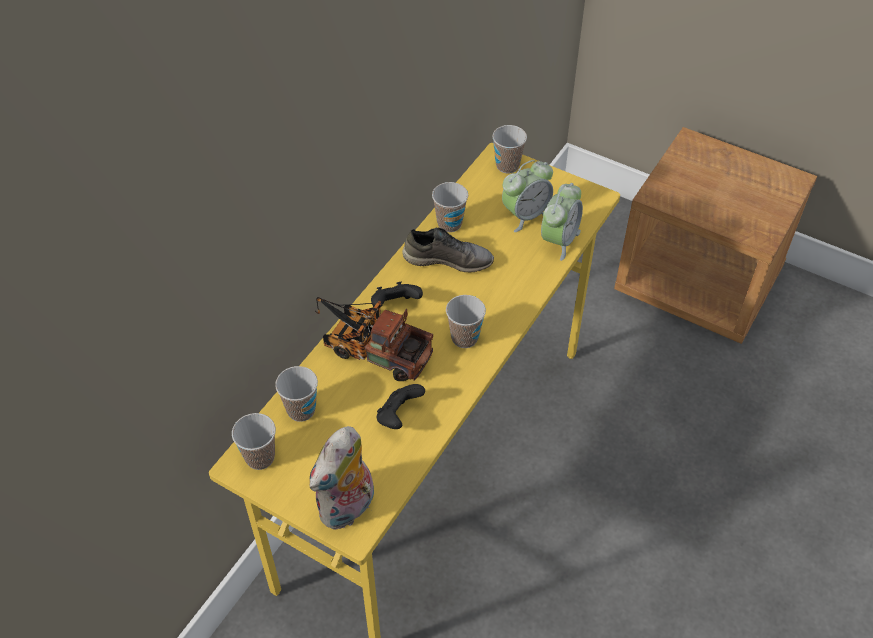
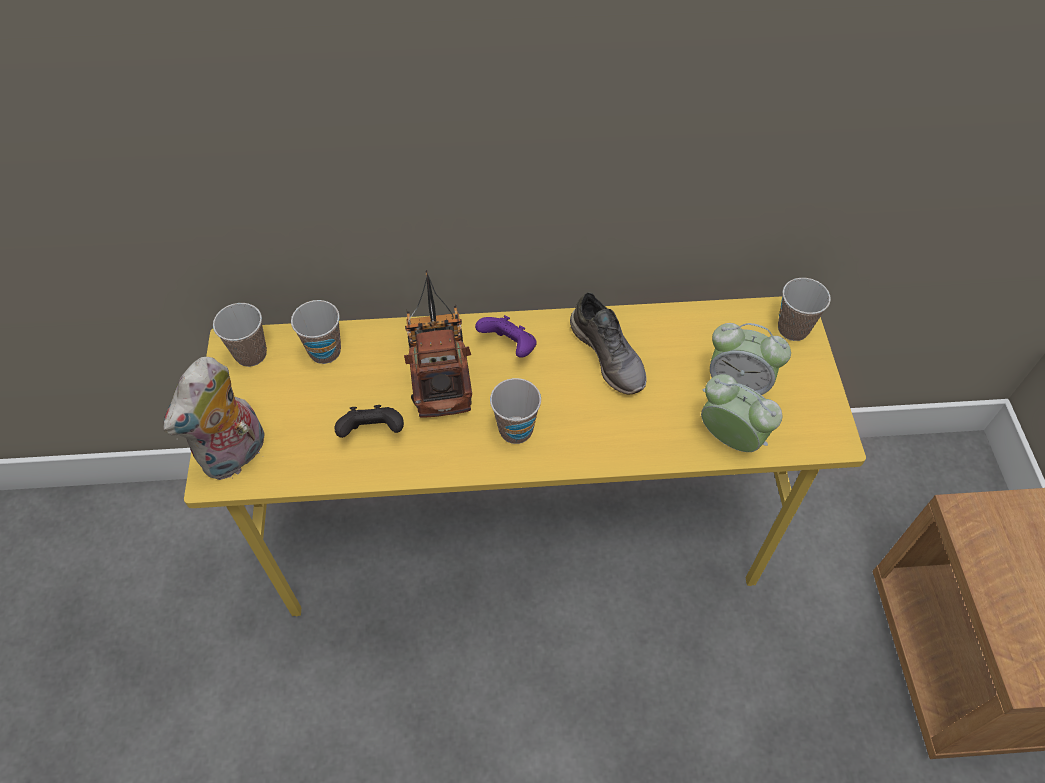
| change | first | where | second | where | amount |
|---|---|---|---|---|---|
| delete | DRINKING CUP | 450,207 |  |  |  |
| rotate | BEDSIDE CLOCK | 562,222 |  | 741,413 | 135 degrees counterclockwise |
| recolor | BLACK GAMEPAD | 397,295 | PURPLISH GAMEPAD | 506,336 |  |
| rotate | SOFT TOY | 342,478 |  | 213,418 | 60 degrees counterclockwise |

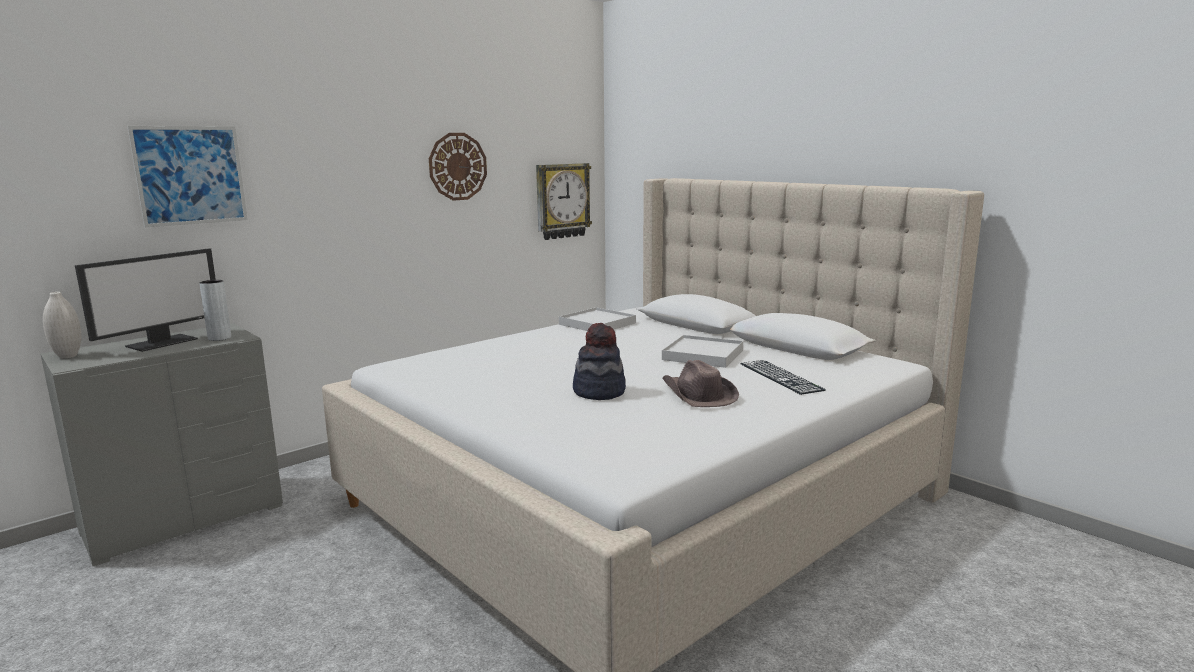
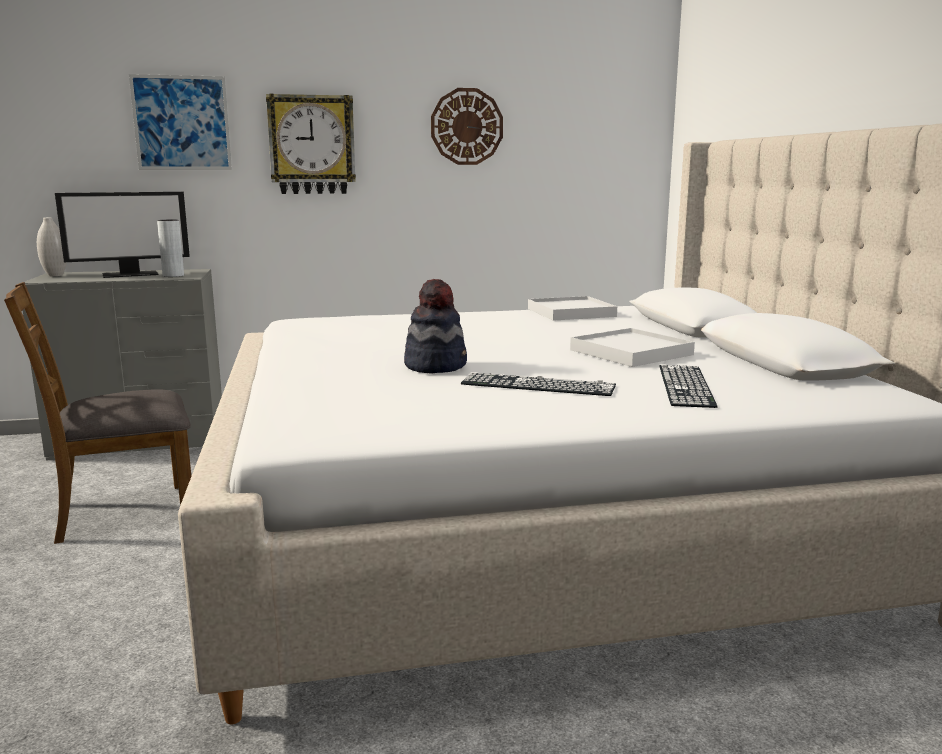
| change | first | where | second | where | amount |
|---|---|---|---|---|---|
| move | WALL CLOCK | 564,201 |  | 311,143 |  |
| replace | BROWN-COLOURED HAT | 700,383 | PC KEYBOARD | 538,384 |  |
| insert |  |  | BROWN-COLOURED PLAIN CHAIR | 97,413 |  |

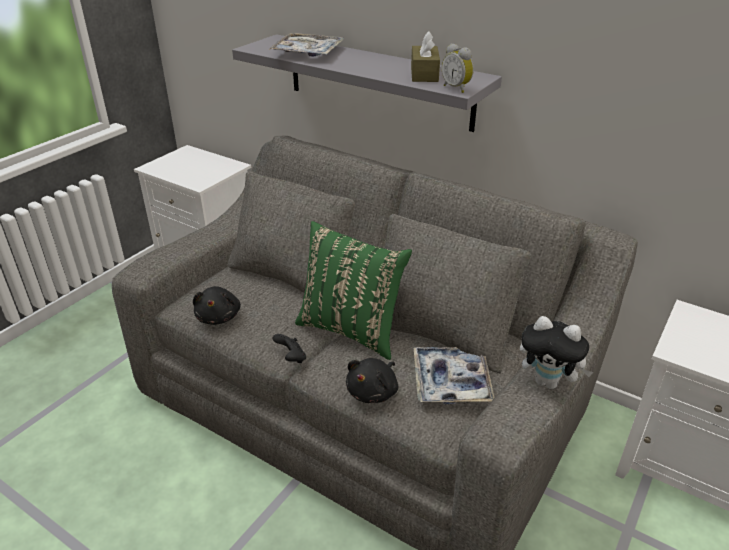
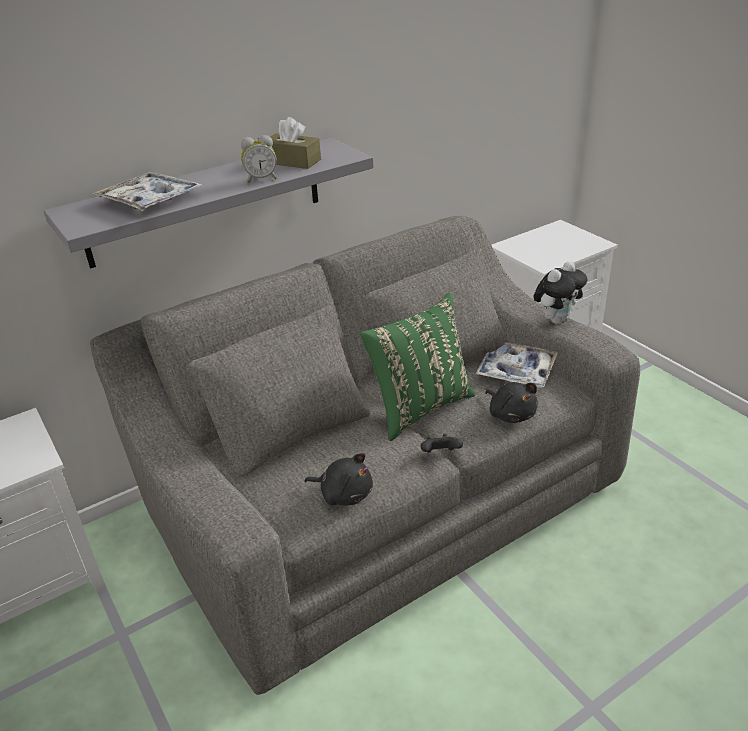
| change | first | where | second | where | amount |
|---|---|---|---|---|---|
| move | BEDSIDE CLOCK | 457,68 |  | 259,159 |  |

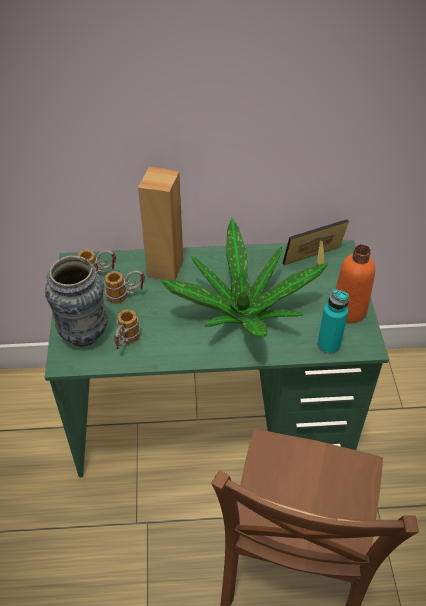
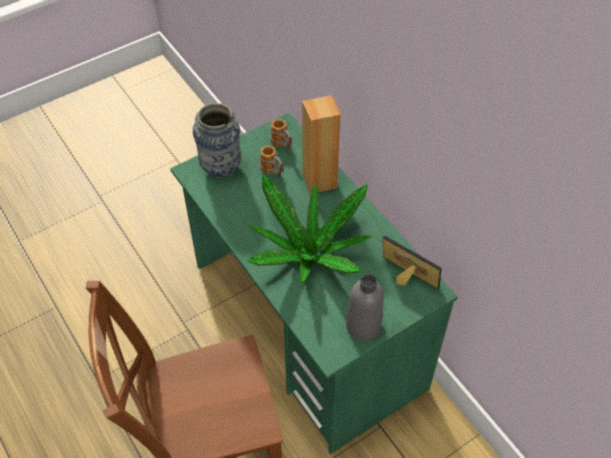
| change | first | where | second | where | amount |
|---|---|---|---|---|---|
| recolor | ORANGE-COLOURED DRINK BOTTLE | 355,283 | GRAY DRINK BOTTLE | 365,307 |  |
| delete | TURQUOISE DRINK BOTTLE | 333,321 |  |  |  |
| delete | MUG | 127,329 |  |  |  |

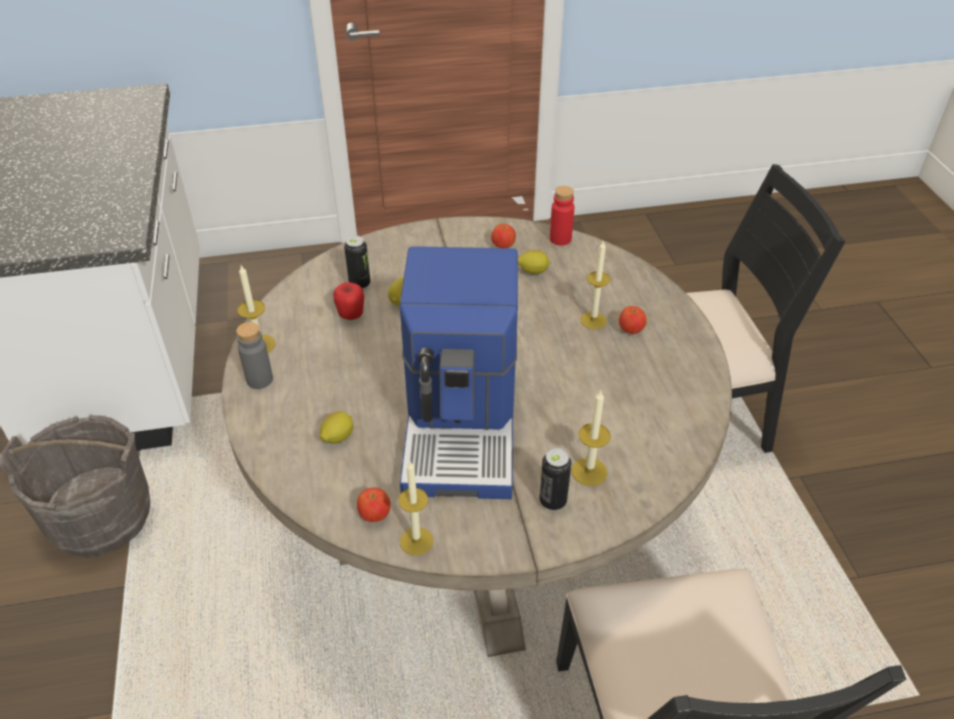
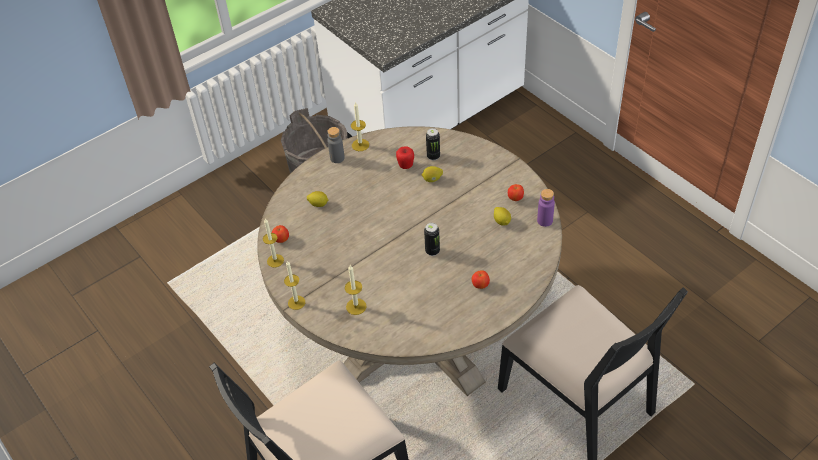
| change | first | where | second | where | amount |
|---|---|---|---|---|---|
| recolor | RED DRINK BOTTLE | 562,215 | PURPLISH DRINK BOTTLE | 546,208 |  |
| move | WAX LIGHT | 595,284 |  | 294,285 |  |
| delete | COFFEE MACHINE | 459,372 |  |  |  |
| move | METAL CAN | 555,479 |  | 432,239 |  |

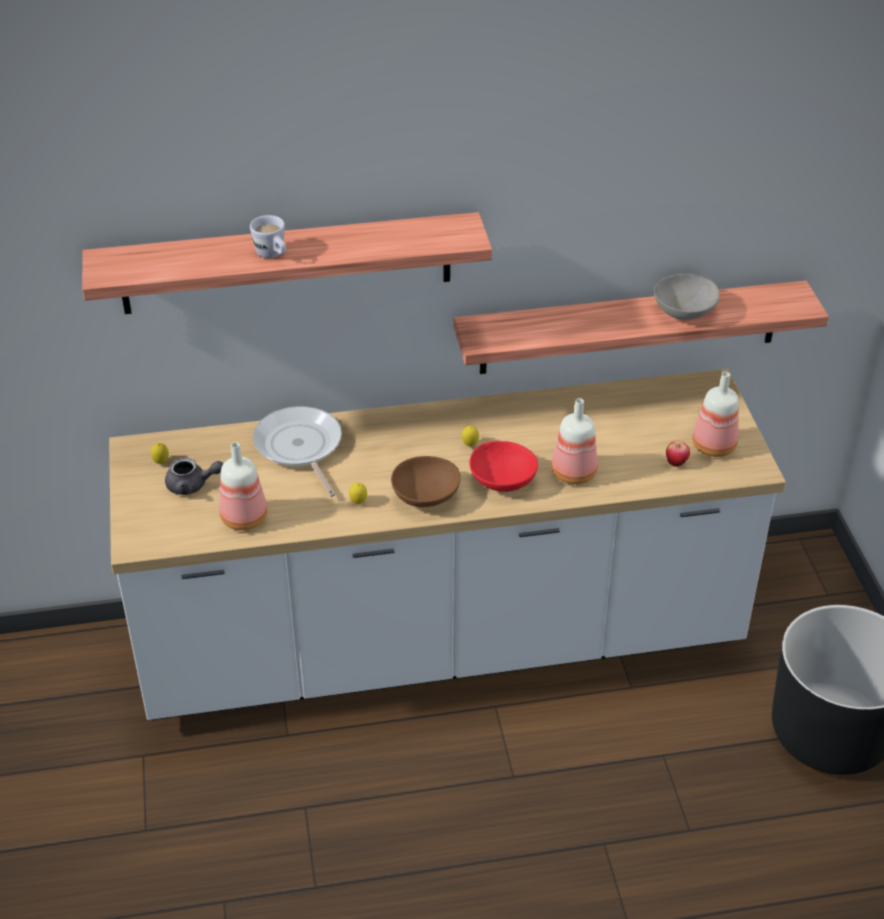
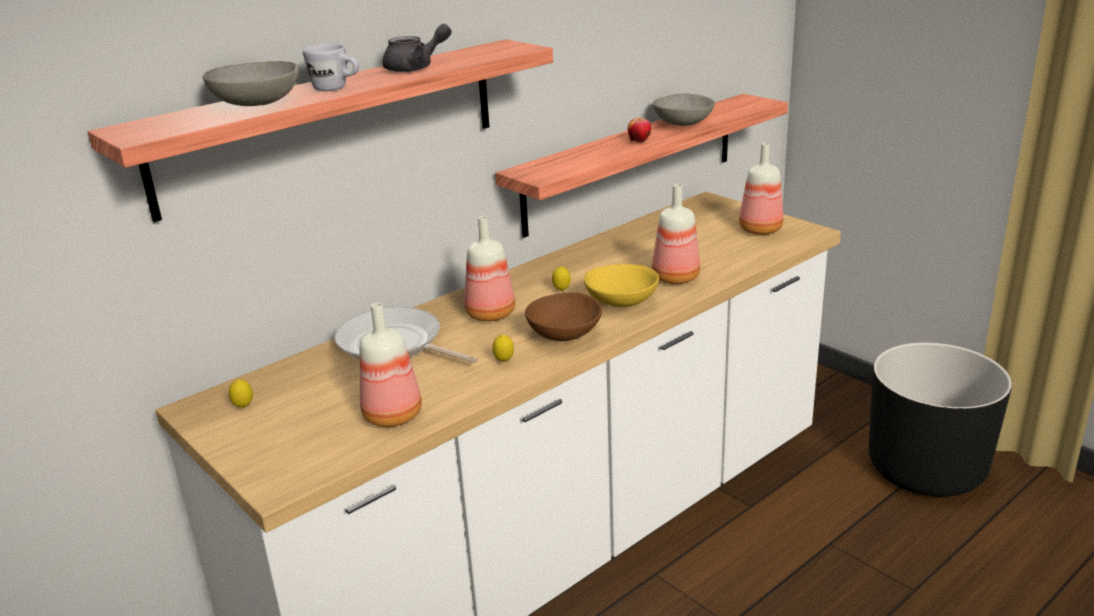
| change | first | where | second | where | amount |
|---|---|---|---|---|---|
| recolor | RED SERVING BOWL | 503,466 | YELLOWISH SERVING BOWL | 621,285 |  |
| move | APPLE FRUIT | 678,454 |  | 639,130 |  |
| move | GRAY POT FOR TEA | 194,476 |  | 417,48 |  |
| insert |  |  | GRAY SERVING BOWL | 251,83 |  |
| insert |  |  | DRINK BOTTLE | 489,268 |  |

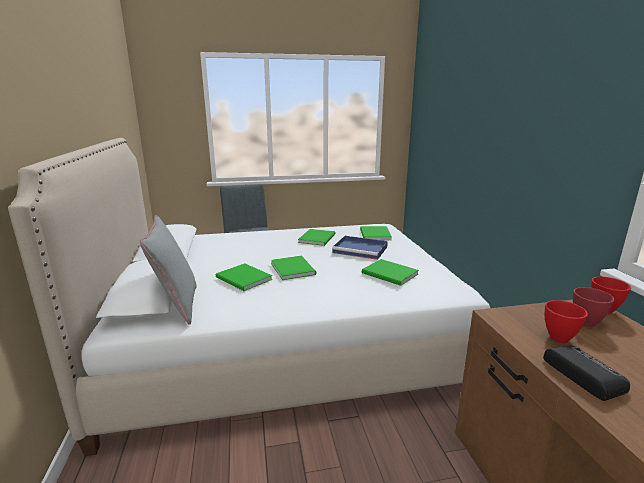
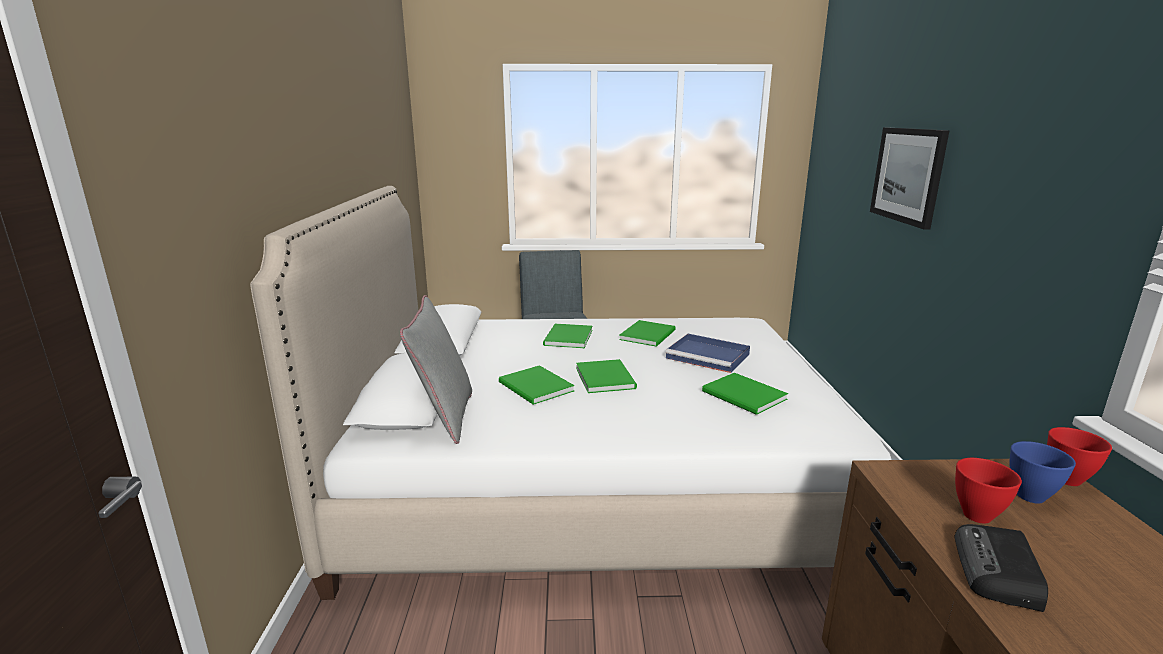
| change | first | where | second | where | amount |
|---|---|---|---|---|---|
| move | GREEN BOUND BOOK | 376,233 |  | 568,336 |  |
| recolor | RED SERVING BOWL | 594,307 | BLUE-COLOURED SERVING BOWL | 1043,472 |  |
| rotate | RADIO SET | 586,373 |  | 1001,568 | 150 degrees counterclockwise |
| insert |  |  | WALL PICTURE | 910,179 |  |

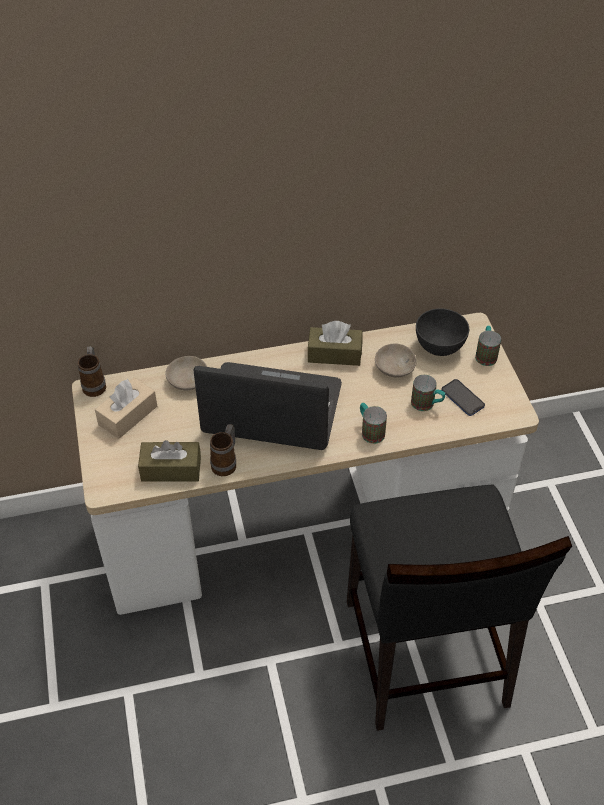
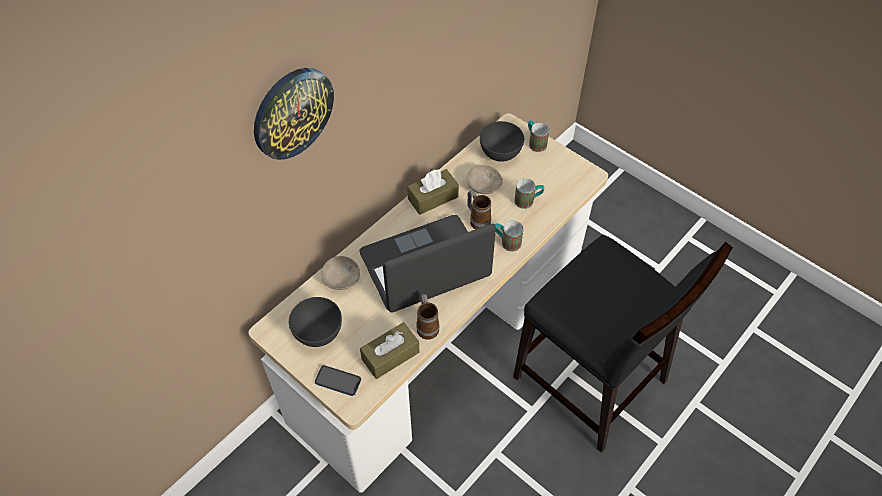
| change | first | where | second | where | amount |
|---|---|---|---|---|---|
| move | MUG | 92,371 |  | 479,209 |  |
| replace | BEIGE-COLOURED TISSUE BOX | 126,408 | GRAY SERVING BOWL | 315,322 |  |
| move | HANDSET | 463,397 |  | 338,380 |  |
| insert |  |  | WALL CLOCK | 294,114 |  |

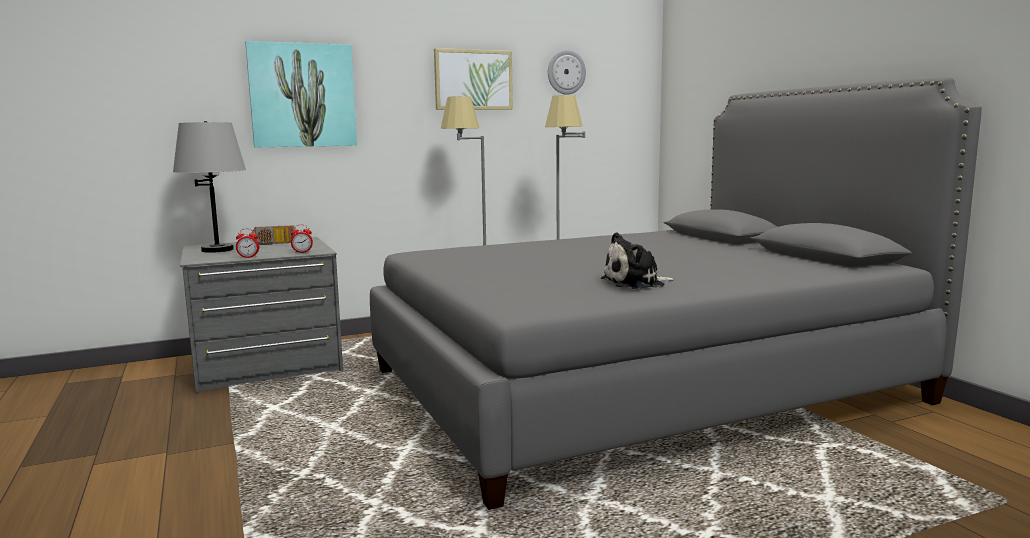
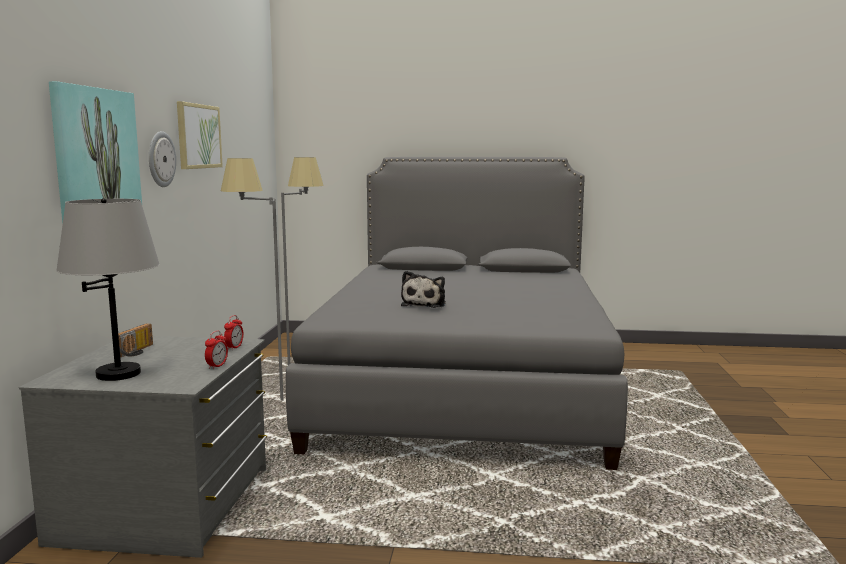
| change | first | where | second | where | amount |
|---|---|---|---|---|---|
| move | WALL CLOCK | 567,72 |  | 162,159 |  |
| move | SOFT TOY | 638,260 |  | 423,289 |  |

